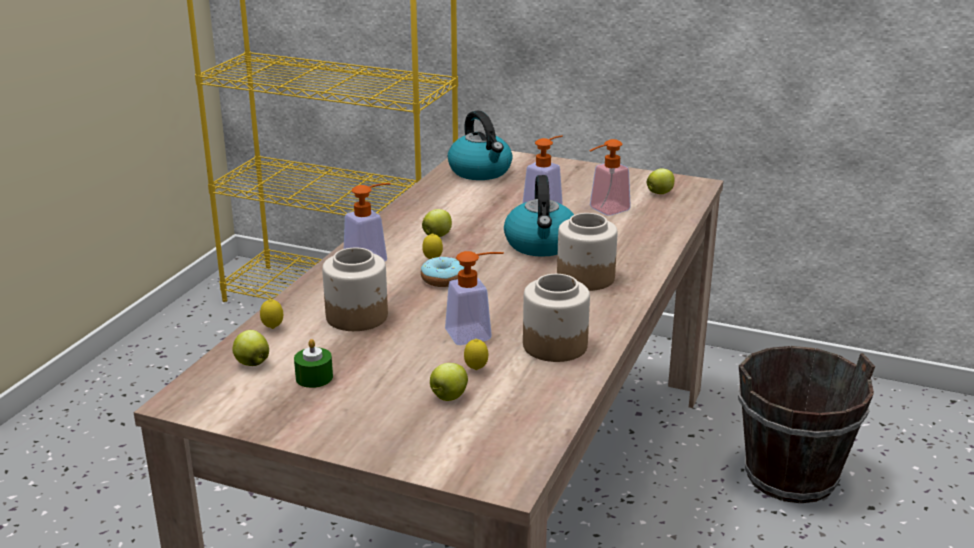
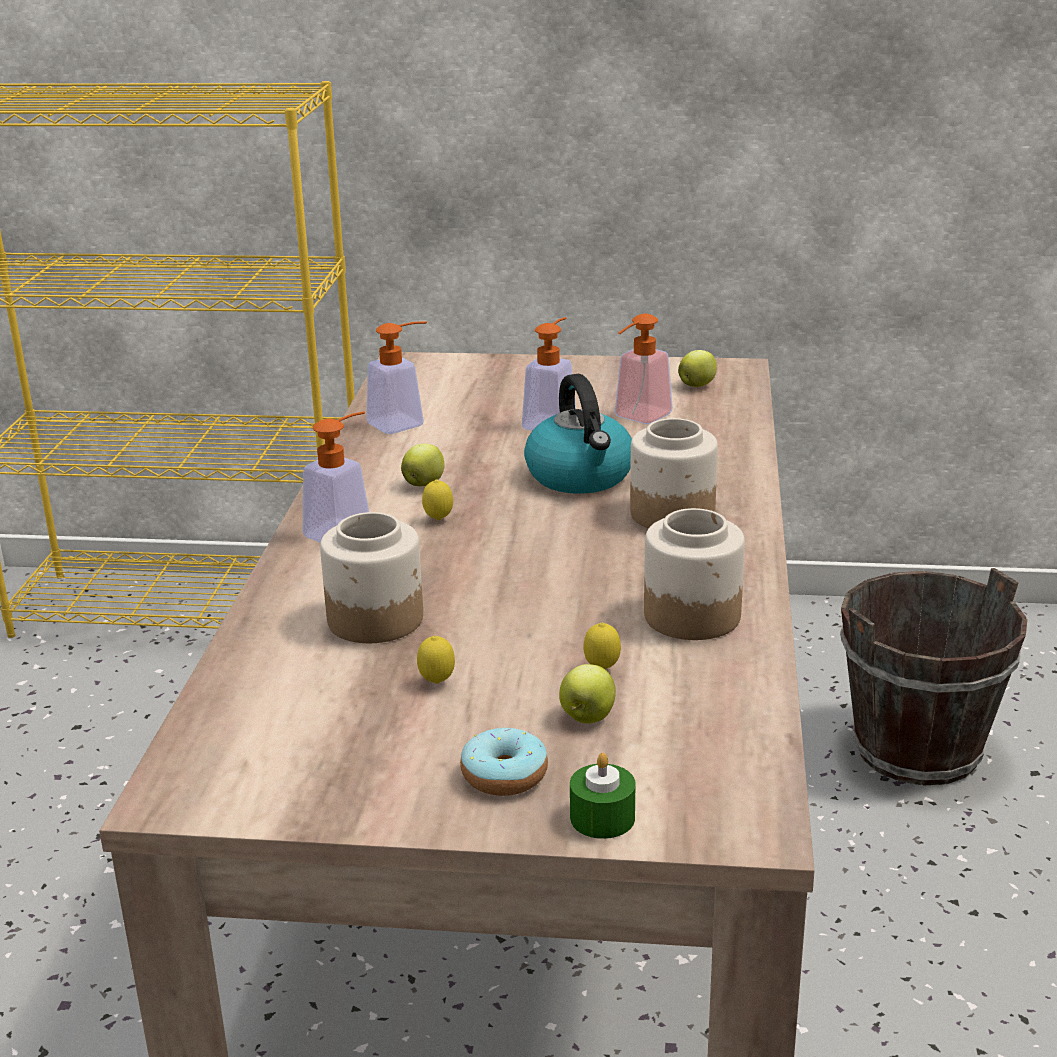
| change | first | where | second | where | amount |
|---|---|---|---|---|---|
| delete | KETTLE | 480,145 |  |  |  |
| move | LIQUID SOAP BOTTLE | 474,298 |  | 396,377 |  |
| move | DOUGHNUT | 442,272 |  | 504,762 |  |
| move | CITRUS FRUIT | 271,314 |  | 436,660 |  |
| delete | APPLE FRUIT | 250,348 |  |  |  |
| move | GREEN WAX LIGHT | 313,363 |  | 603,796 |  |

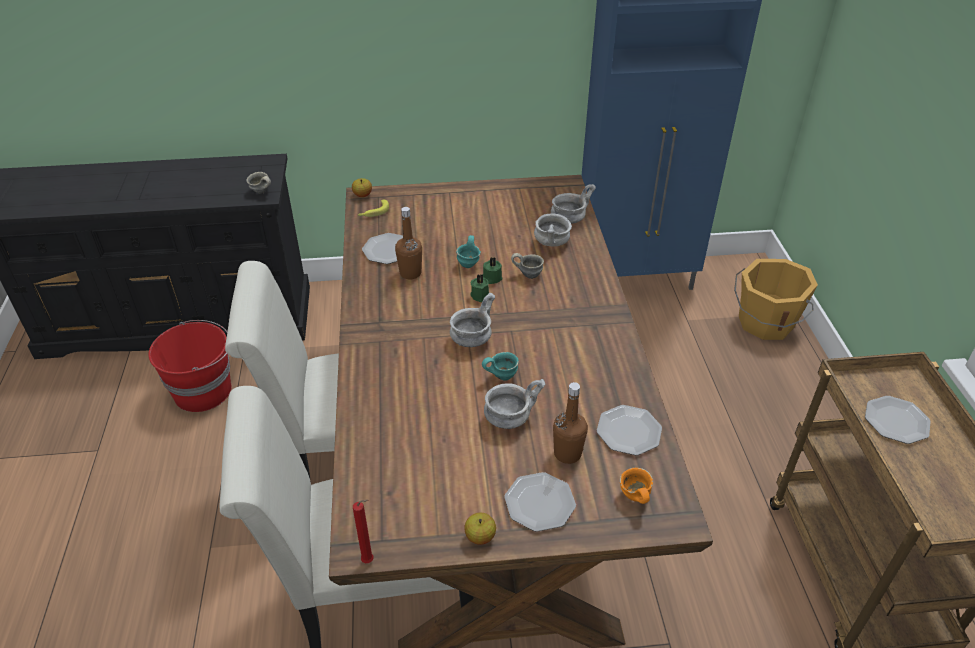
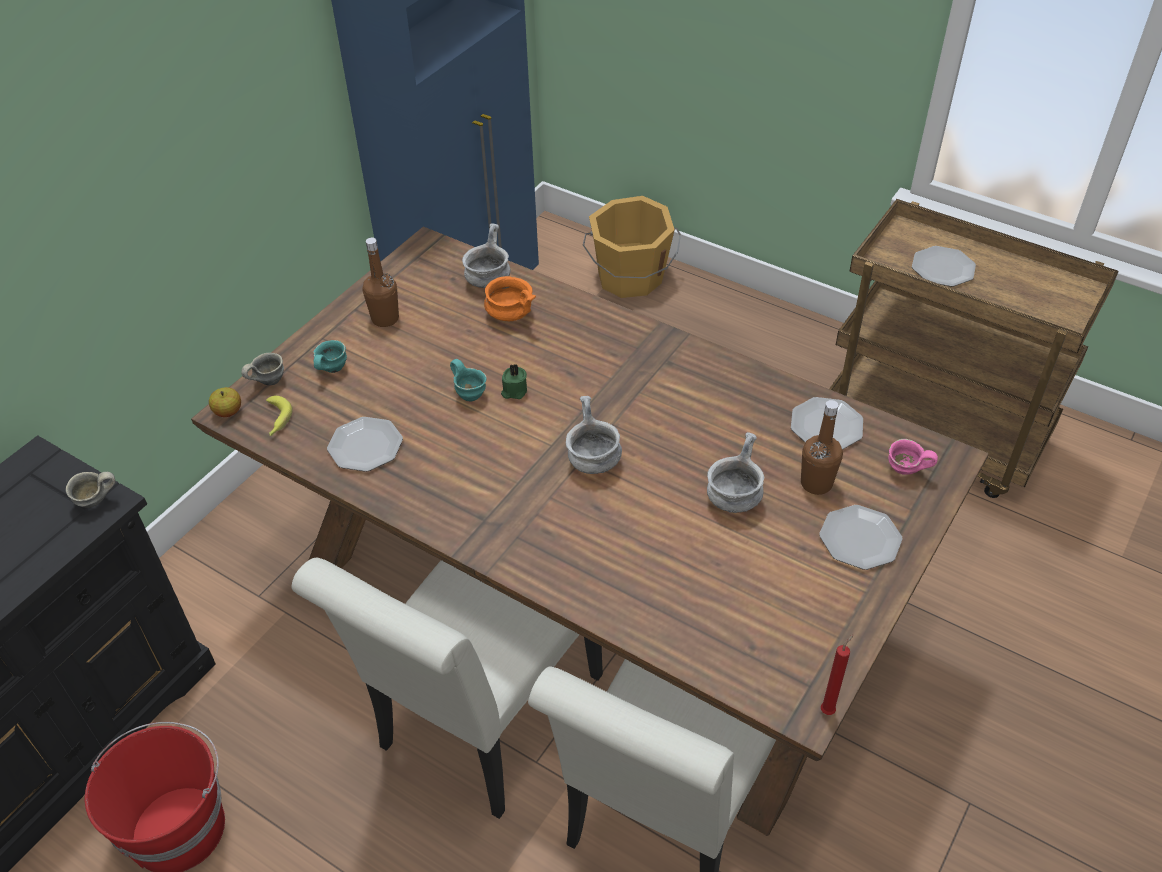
| change | first | where | second | where | amount |
|---|---|---|---|---|---|
| move | BROWN-COLOURED DRINK BOTTLE | 408,243 |  | 381,282 |  |
| recolor | GRAY SERVING BOWL | 553,229 | ORANGE-COLOURED SERVING BOWL | 510,298 |  |
| move | GRAY MUG | 527,266 |  | 262,369 |  |
| delete | GREEN WAX LIGHT | 479,288 |  |  |  |
| move | TURQUOISE MUG | 500,366 |  | 330,356 |  |
| recolor | ORANGE-COLOURED MUG | 636,486 | PINKISH MUG | 913,456 |  |
| delete | APPLE FRUIT | 480,529 |  |  |  |

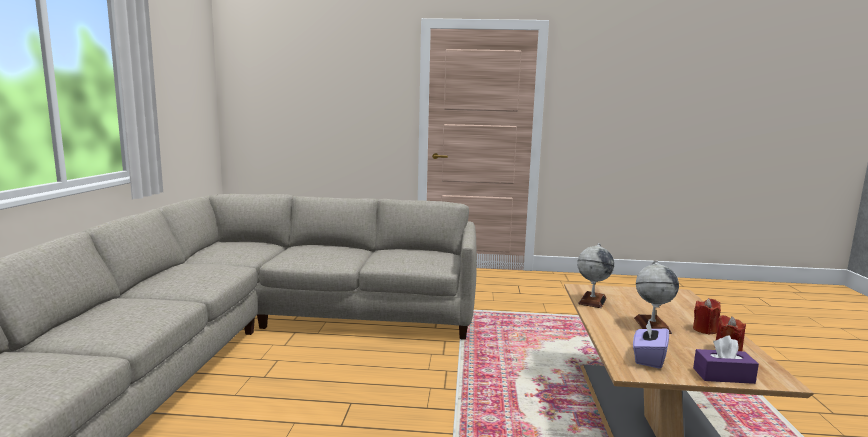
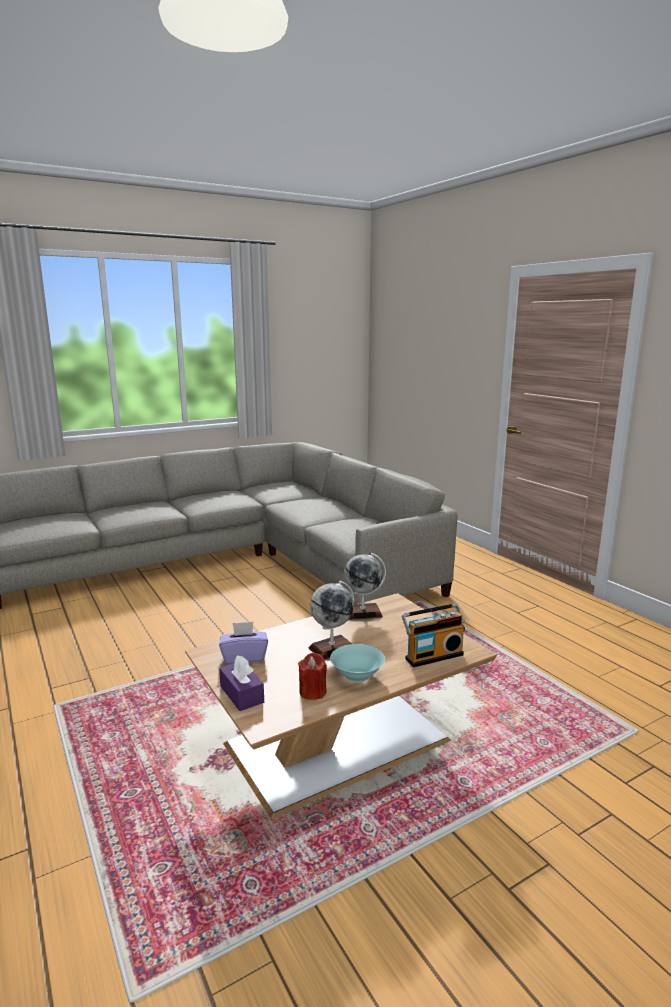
| change | first | where | second | where | amount |
|---|---|---|---|---|---|
| replace | RED WAX LIGHT | 707,316 | TURQUOISE SERVING BOWL | 357,663 |  |
| insert |  |  | RADIO SET | 433,635 |  |

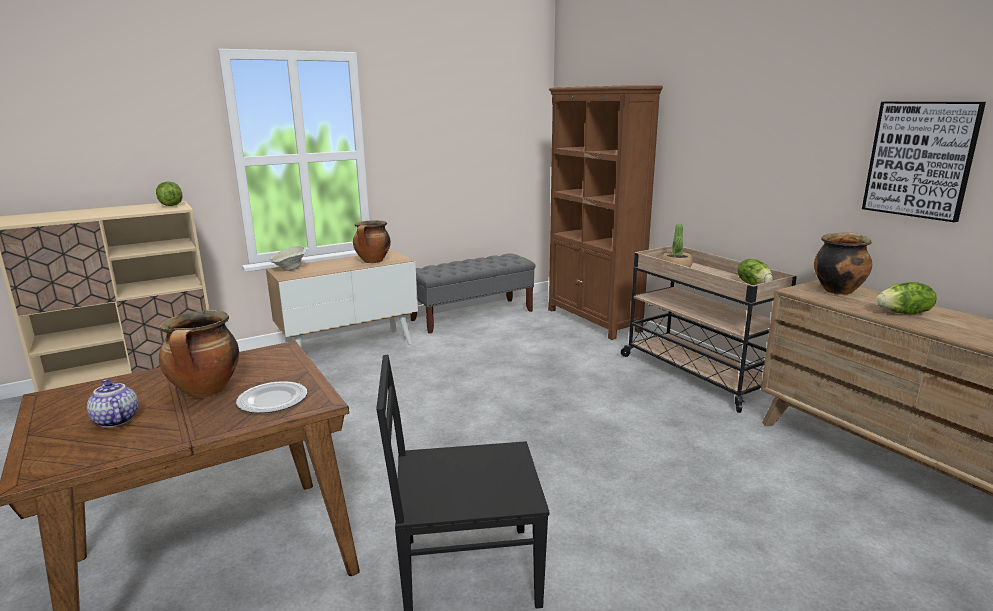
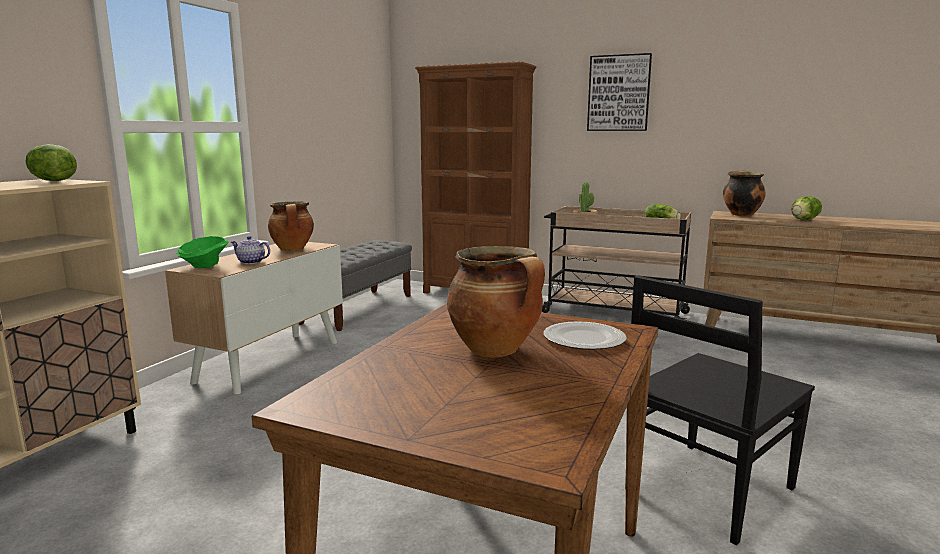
| change | first | where | second | where | amount |
|---|---|---|---|---|---|
| move | WALL PICTURE | 924,162 |  | 619,92 |  |
| recolor | BEIGE-COLOURED SERVING BOWL | 287,258 | GREEN SERVING BOWL | 202,252 |  |
| move | POT FOR TEA | 113,403 |  | 250,250 |  |

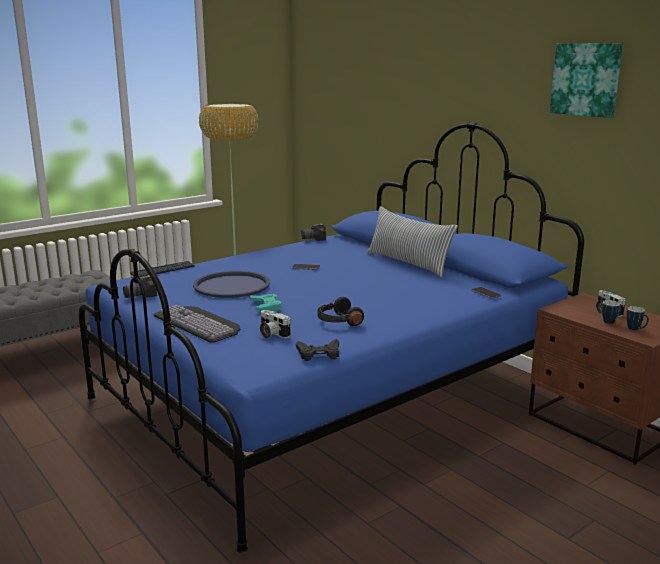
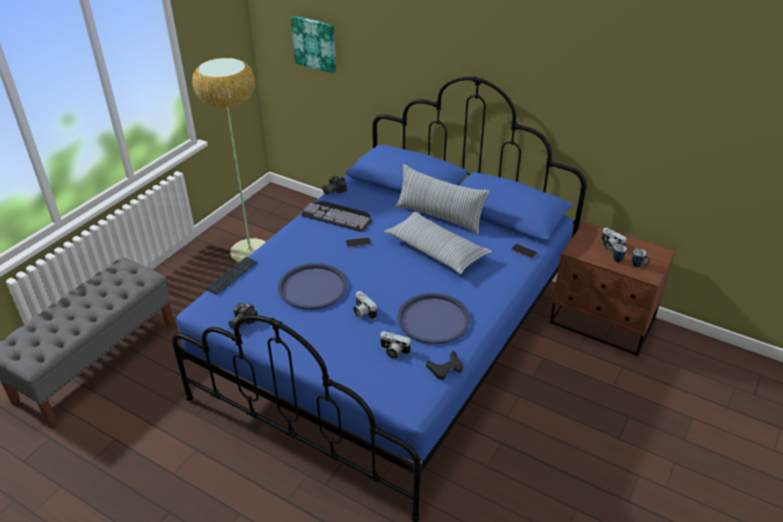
| change | first | where | second | where | amount |
|---|---|---|---|---|---|
| move | WALL PICTURE | 586,80 |  | 313,45 |  |
| replace | TURQUOISE GAMEPAD | 265,302 | PHOTO CAMERA | 365,305 |  |
| replace | BLACK HEADSET | 341,311 | BLUE-COLOURED TRAY | 433,318 |  |
| move | PC KEYBOARD | 196,324 |  | 336,216 |  |
| insert |  |  | PILLOW | 438,242 |  |

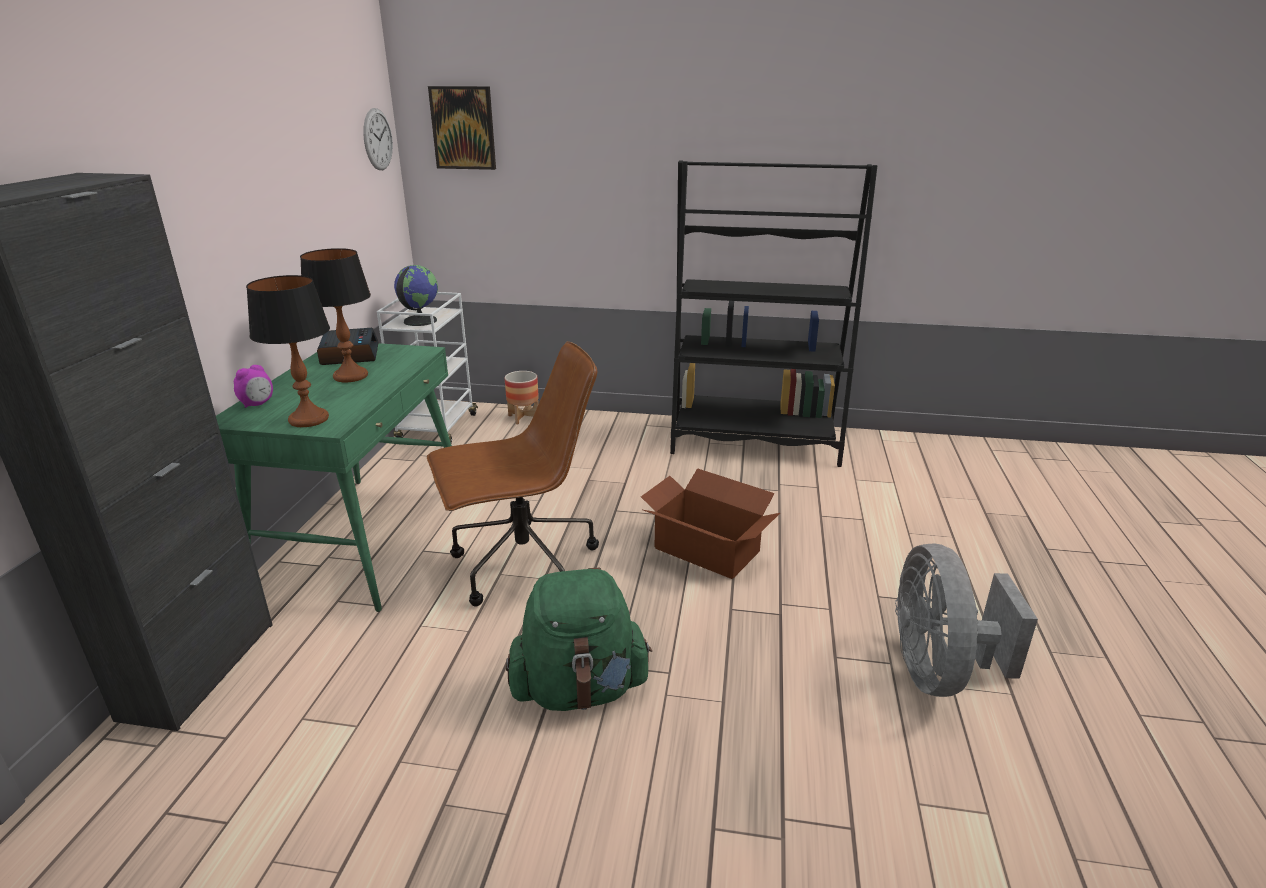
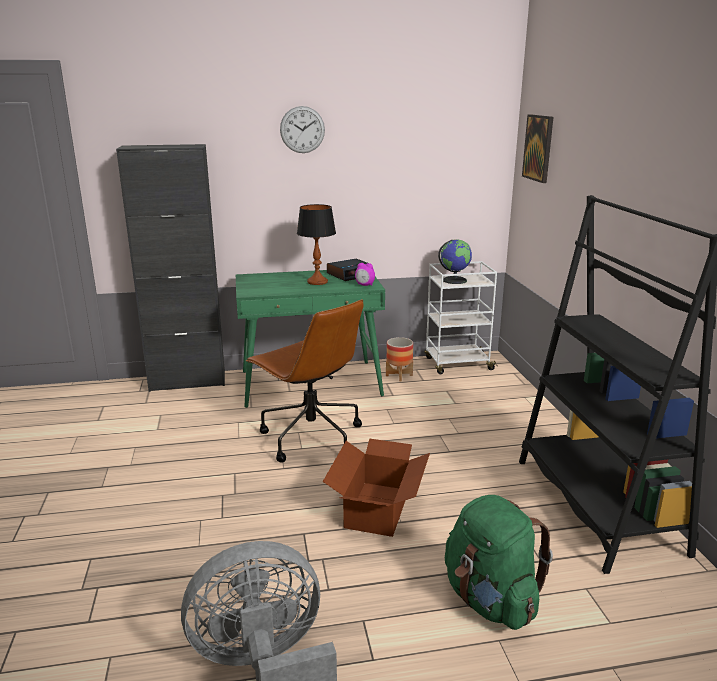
| change | first | where | second | where | amount |
|---|---|---|---|---|---|
| move | WALL CLOCK | 378,139 |  | 302,129 |  |
| delete | LAMP FOR A TABLE | 288,351 |  |  |  |
| move | BEDSIDE CLOCK | 253,386 |  | 365,274 |  |
| move | PLANT POT | 522,397 |  | 399,359 |  |
| move | GREEN BACKPACK | 579,639 |  | 499,562 |  |

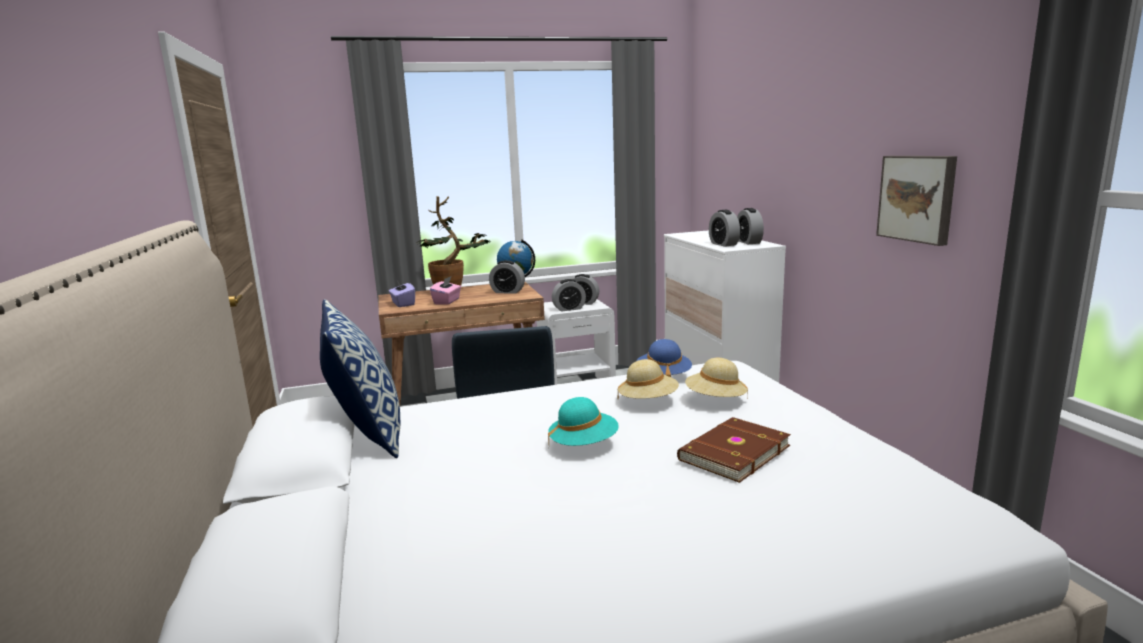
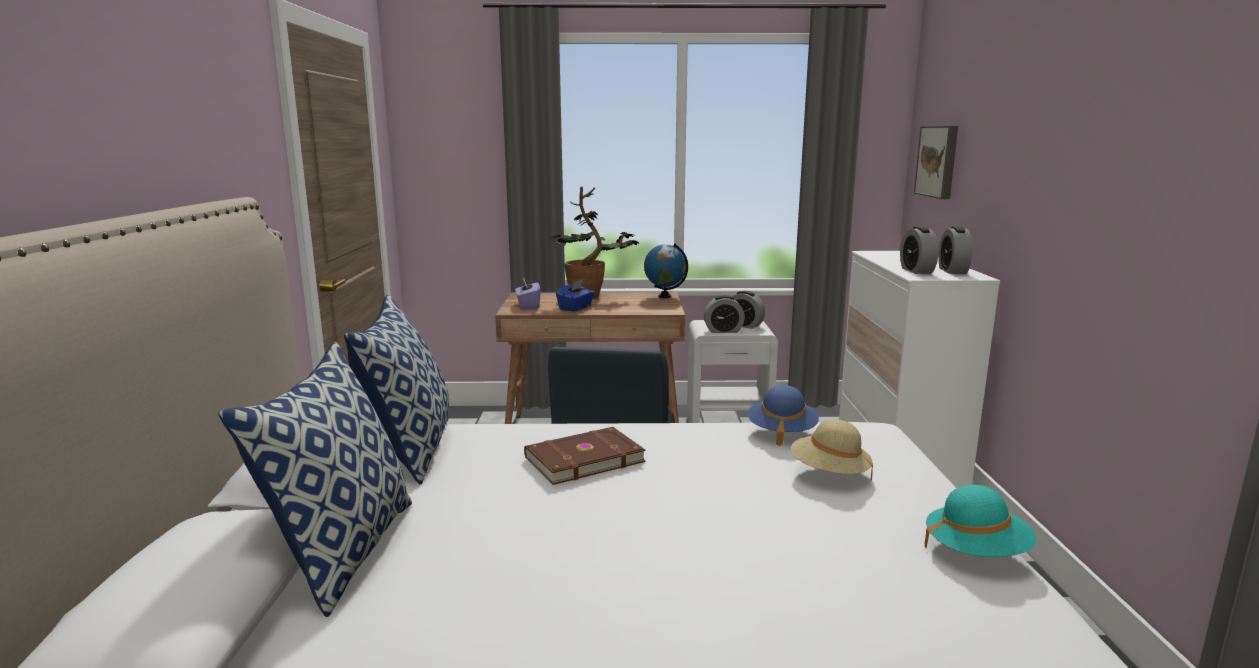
| change | first | where | second | where | amount |
|---|---|---|---|---|---|
| move | WALL PICTURE | 916,201 |  | 936,162 |  |
| delete | BEDSIDE CLOCK | 507,277 |  |  |  |
| recolor | PINKISH TISSUE BOX | 445,290 | BLUE-COLOURED TISSUE BOX | 575,295 |  |
| delete | BEIGE-COLOURED HAT | 648,379 |  |  |  |
| move | TURQUOISE HAT | 583,421 |  | 980,521 |  |
| move | BROWN-COLOURED BOUND BOOK | 734,450 |  | 585,456 |  |
| insert |  |  | PILLOW | 315,479 |  |

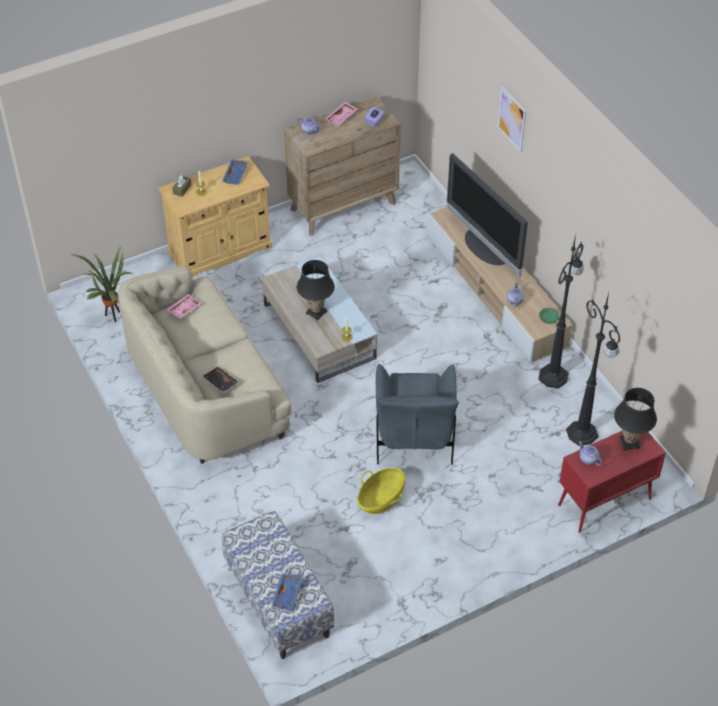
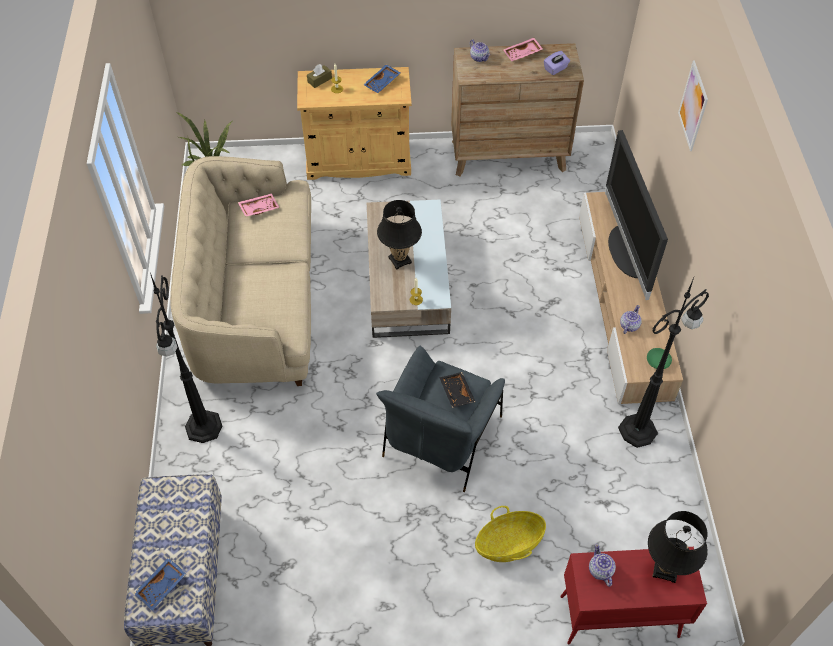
| change | first | where | second | where | amount |
|---|---|---|---|---|---|
| move | BLACK FLOOR LAMP | 593,369 |  | 186,358 |  |
| move | BLACK TRAY | 220,379 |  | 457,390 |  |
| move | HOUSEHOLD BASKET | 381,491 |  | 510,534 |  |

